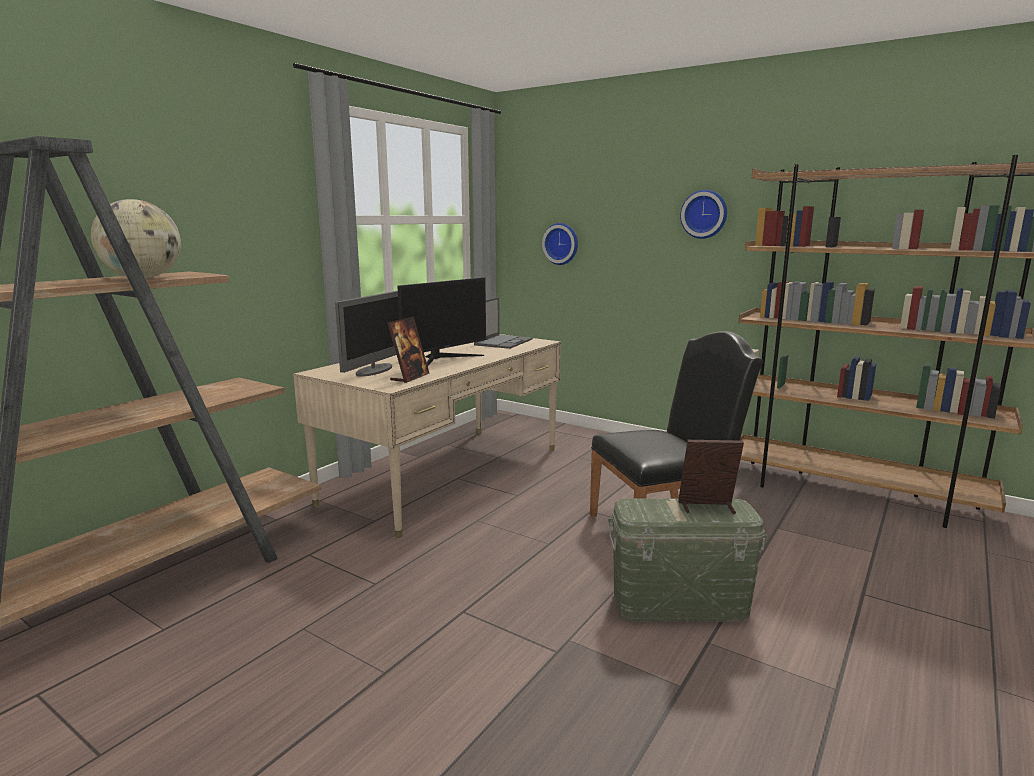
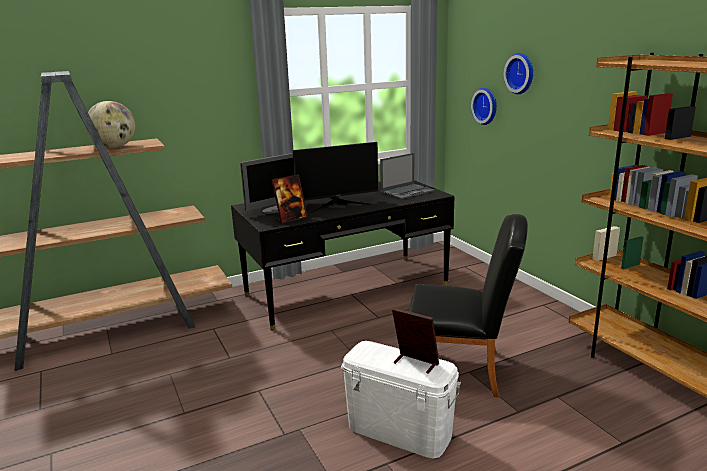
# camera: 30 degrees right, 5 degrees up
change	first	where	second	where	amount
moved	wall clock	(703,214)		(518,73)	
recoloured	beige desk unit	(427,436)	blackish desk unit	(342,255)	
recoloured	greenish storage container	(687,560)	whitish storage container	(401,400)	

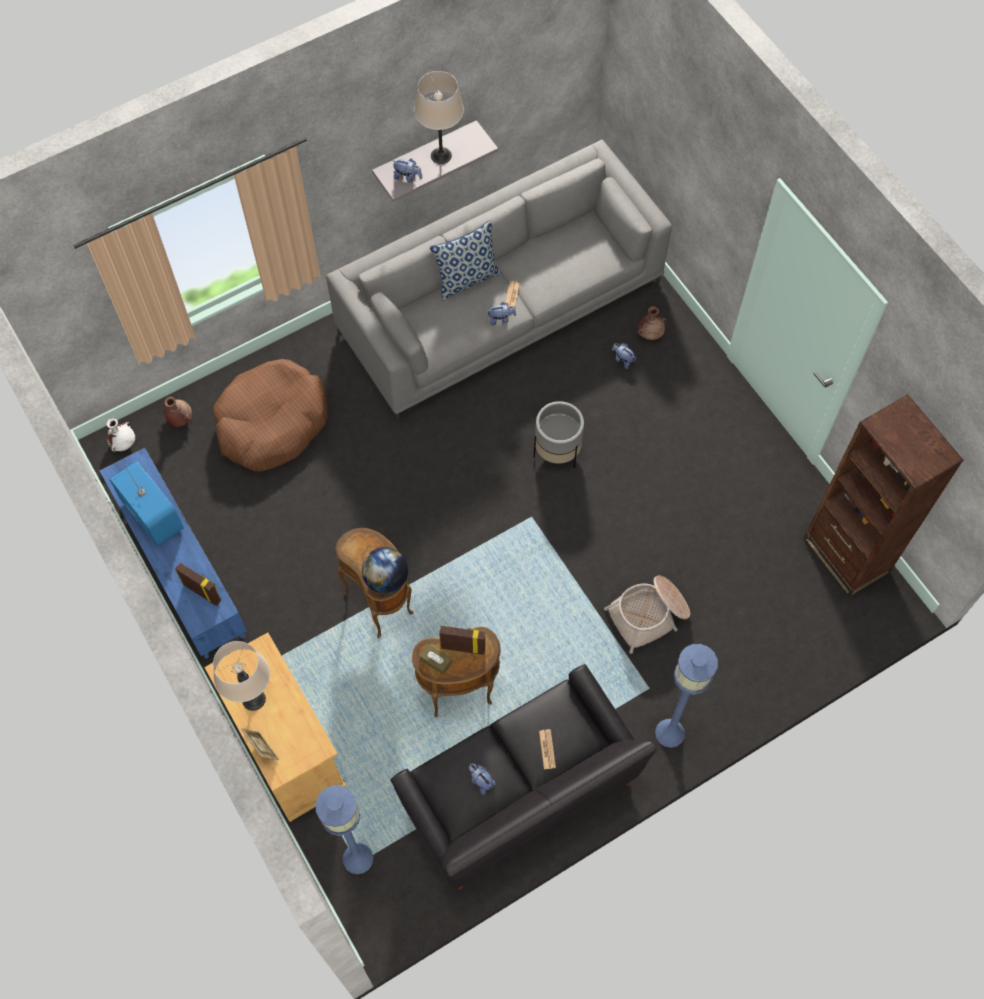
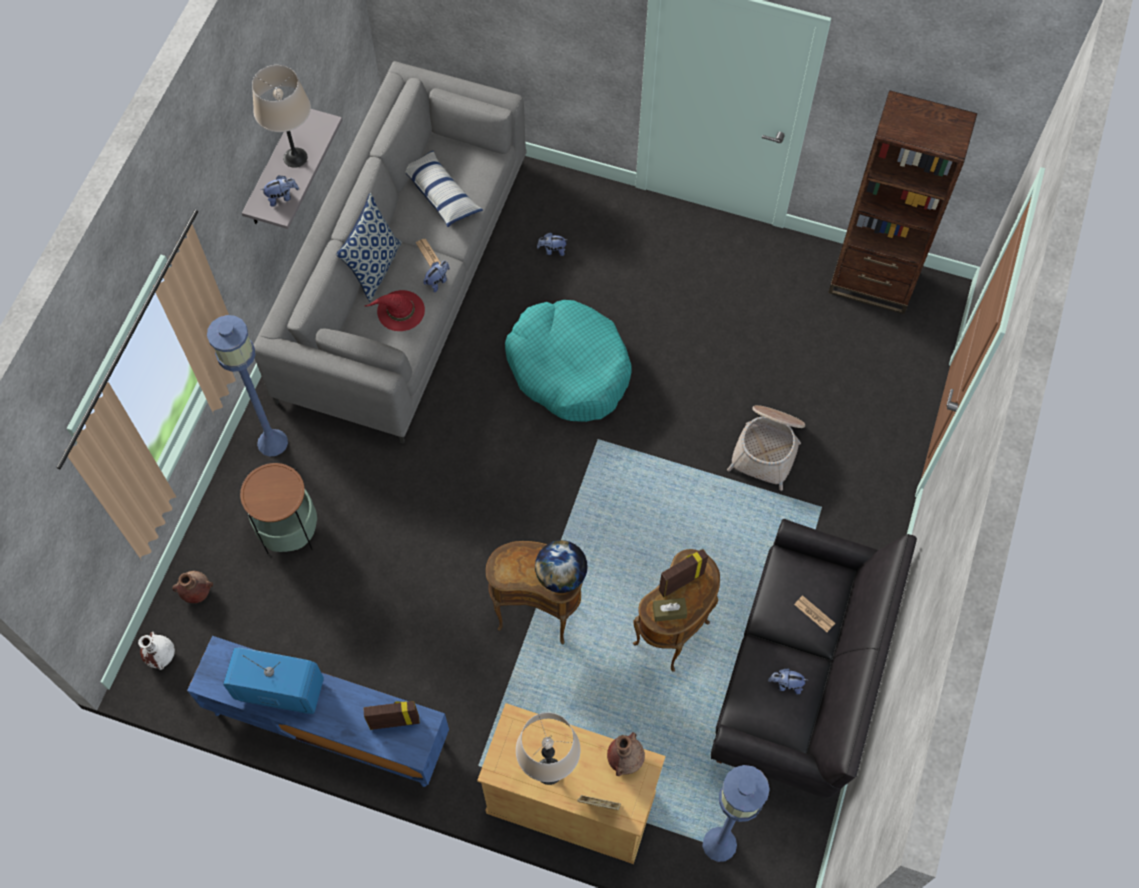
# camera: 40 degrees left, 0 degrees up
change	first	where	second	where	amount
moved	brown decorative vase	(652,323)		(626,754)	
replaced	brown dog cushion	(270,415)	end table	(278,508)	
replaced	grey planter	(559,434)	turquoise-coloured dog cushion	(568,361)	
moved	blue standing lamp	(686,696)		(247,386)	
added			pillow	(444,189)	
added			red wearable hat	(395,310)	

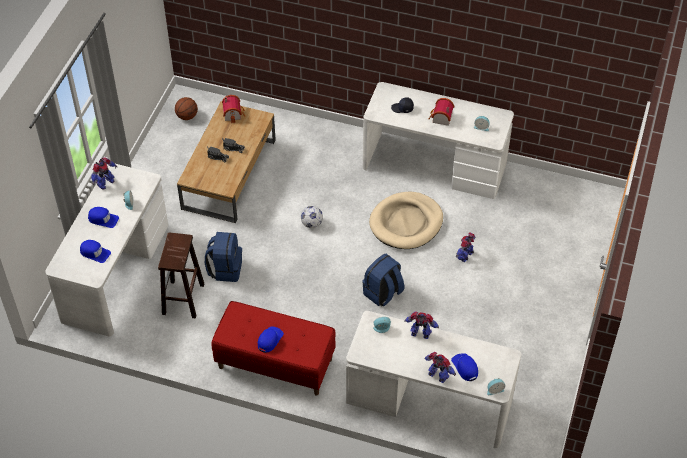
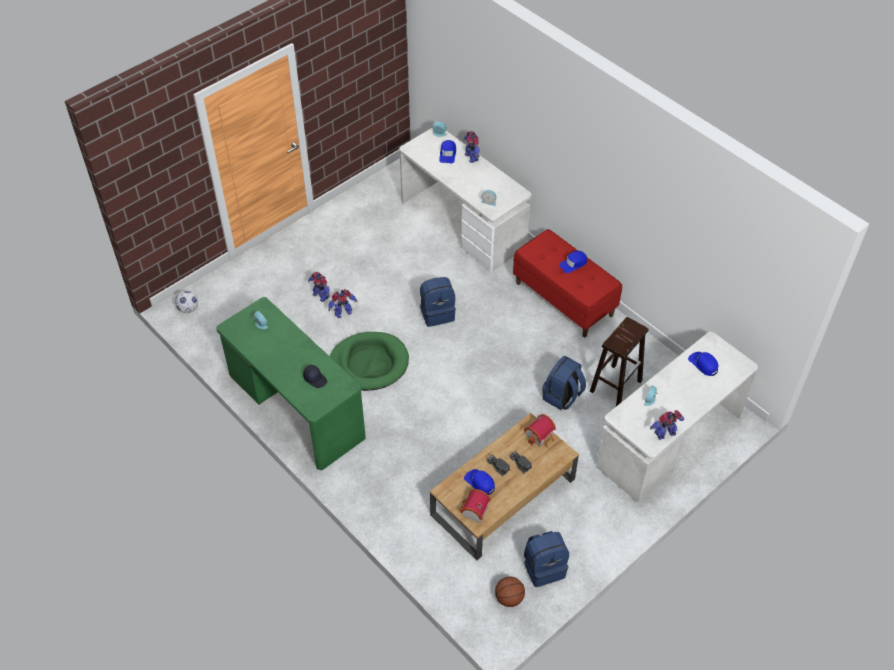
# camera: 150 degrees left, 0 degrees up
change	first	where	second	where	amount
recoloured	whitish desk unit	(438,140)	greenish desk unit	(291,383)	
moved	model house	(441,112)		(540,430)	
recoloured	beige dog cushion	(406,220)	greenish dog cushion	(369,361)	
moved	football	(312,217)		(186,302)	
moved	blue baseball cap	(103,217)		(479,482)	
moved	toy robot	(421,325)		(319,287)	
added			blue knapsack	(546,559)	

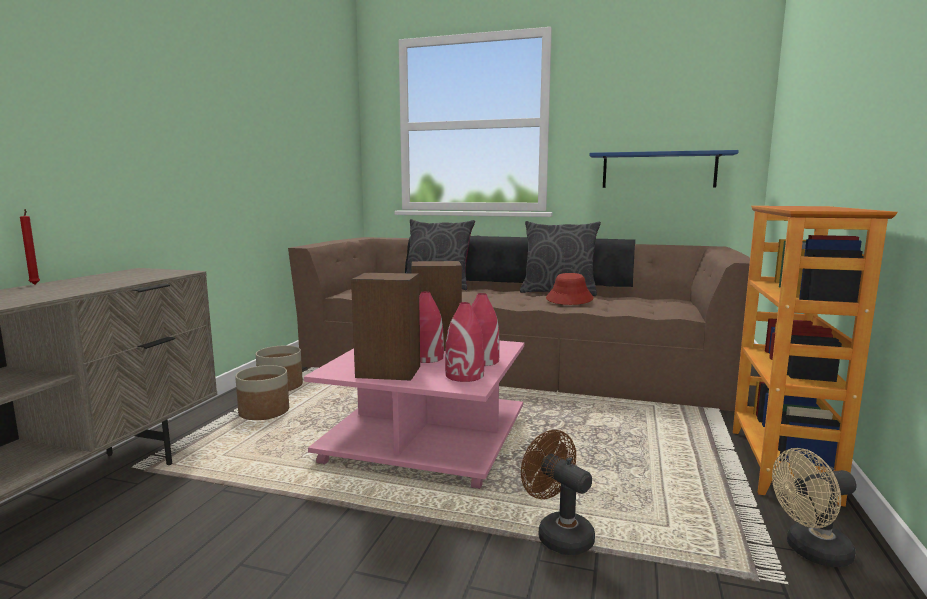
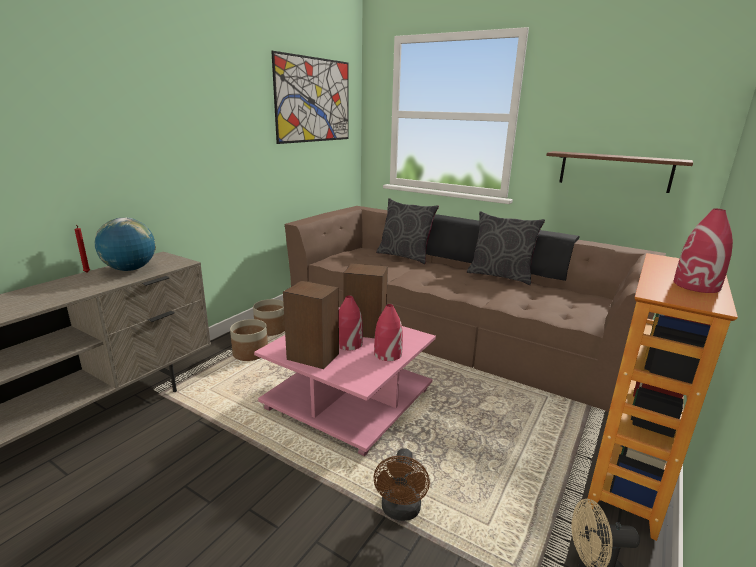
# camera: 15 degrees right, 10 degrees up
change	first	where	second	where	amount
recoloured	blue shelf	(664,169)	brown shelf	(620,172)	
removed	red wearable hat	(570,289)			
moved	red decorative vase	(464,342)		(703,251)	
turned	brown electric fan	(558,492)		(402,484)	150 degrees counterclockwise
added			picture	(310,97)	
added			desk globe	(125,244)	

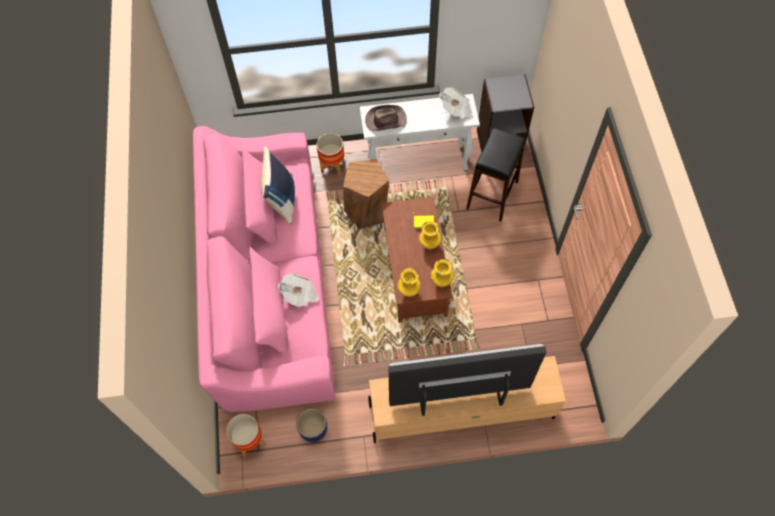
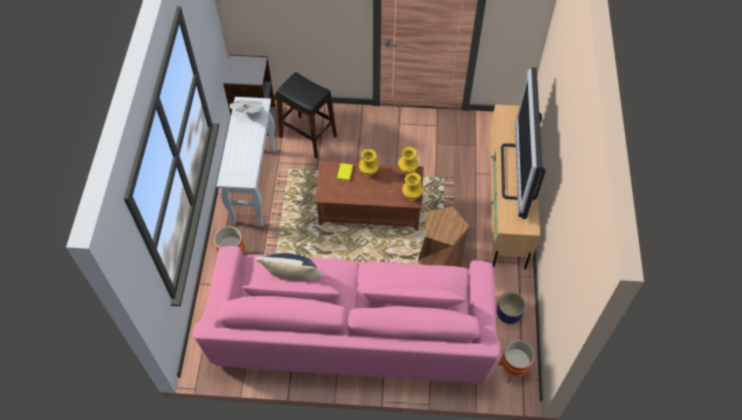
# camera: 80 degrees left, 5 degrees down
change	first	where	second	where	amount
removed	brown wearable hat	(386,118)			
moved	brown sitting stool	(366,194)		(443,236)	
removed	newspaper	(298,290)			

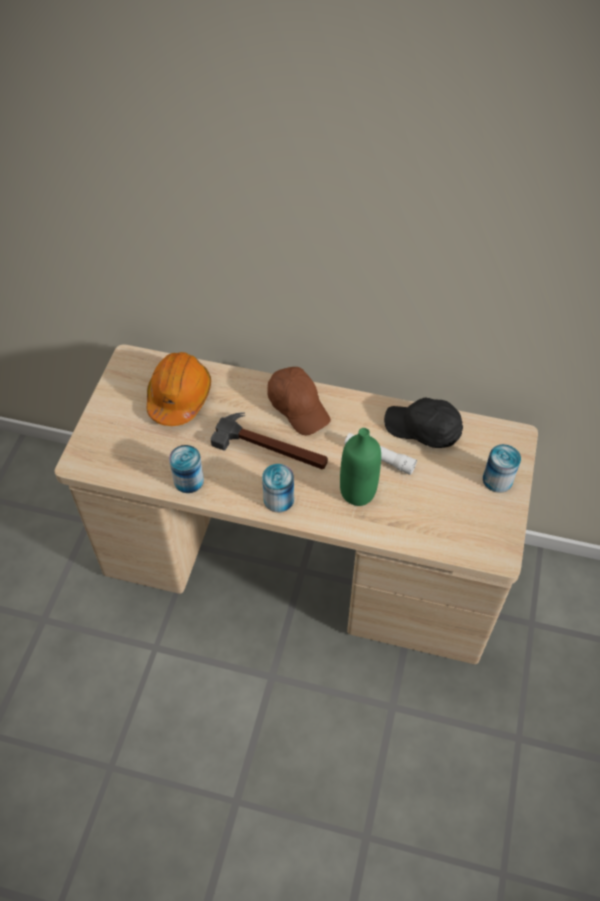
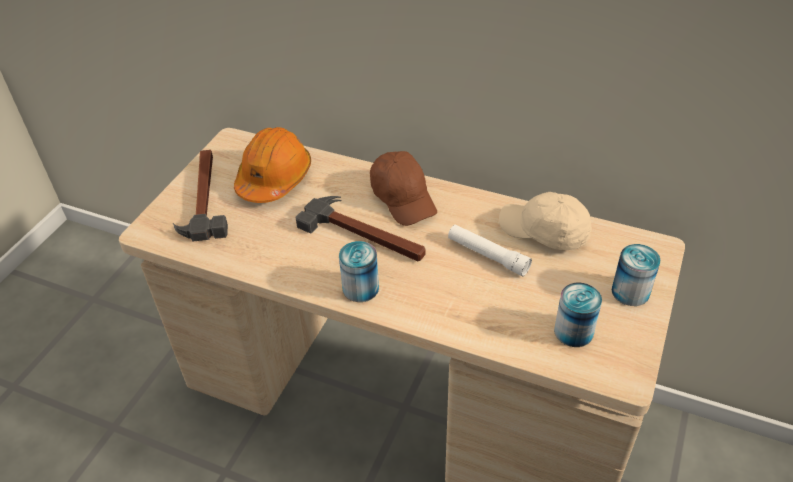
# camera: 10 degrees right, 10 degrees down
change	first	where	second	where	amount
recoloured	blackish baseball cap	(423,422)	beige baseball cap	(545,221)	
removed	greenish bottle	(360,467)			
moved	can	(186,469)		(578,315)	
added			tool hammer	(200,196)	

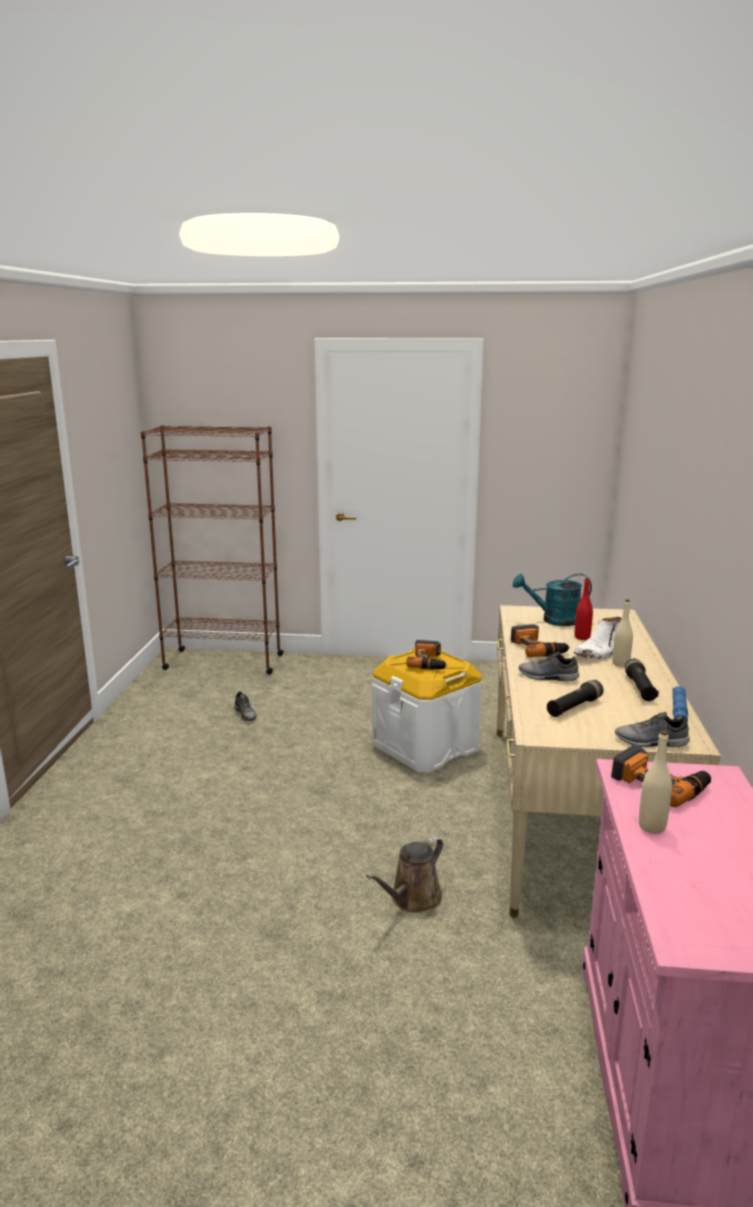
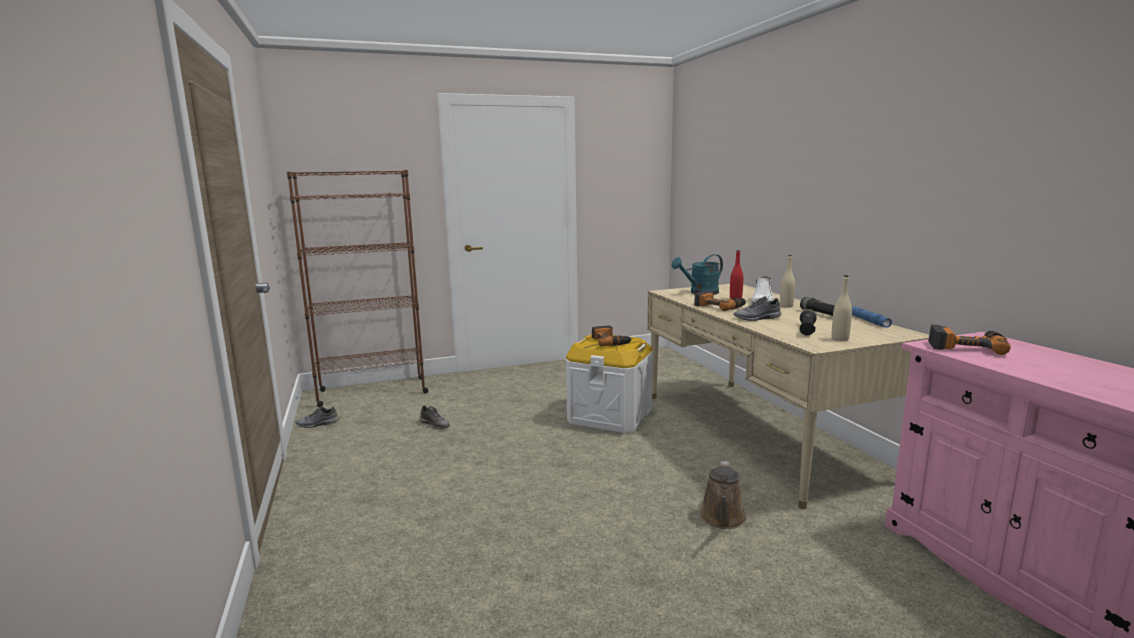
# camera: 25 degrees left, 5 degrees down
change	first	where	second	where	amount
moved	grey shoe	(652,729)		(317,417)	
moved	beige bottle	(655,782)		(842,308)	

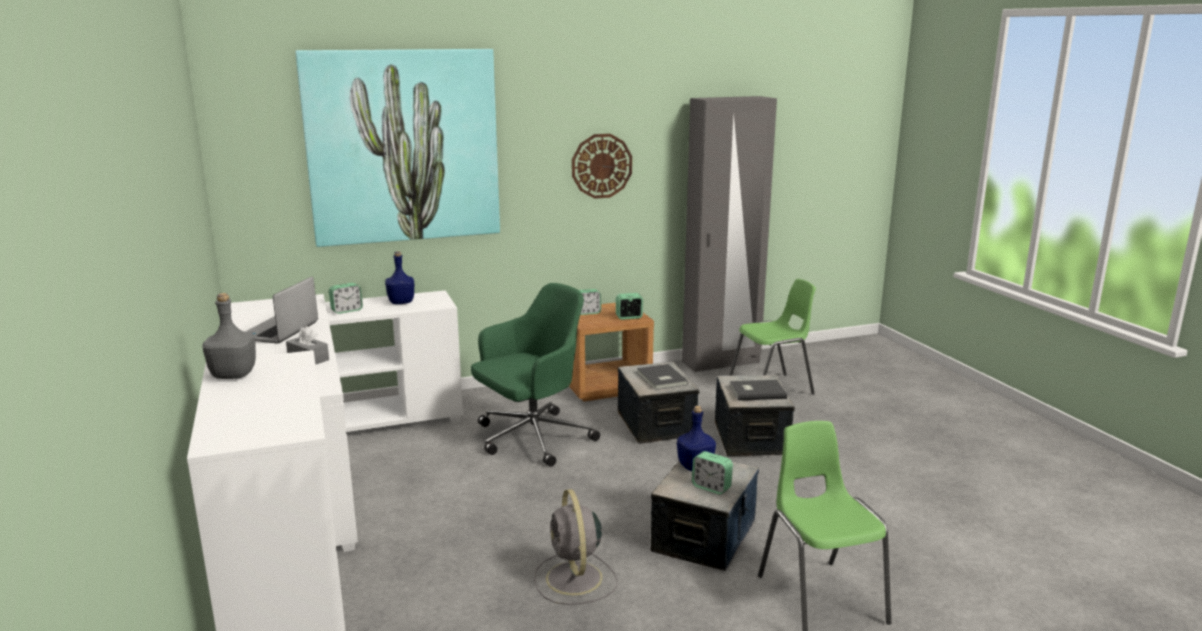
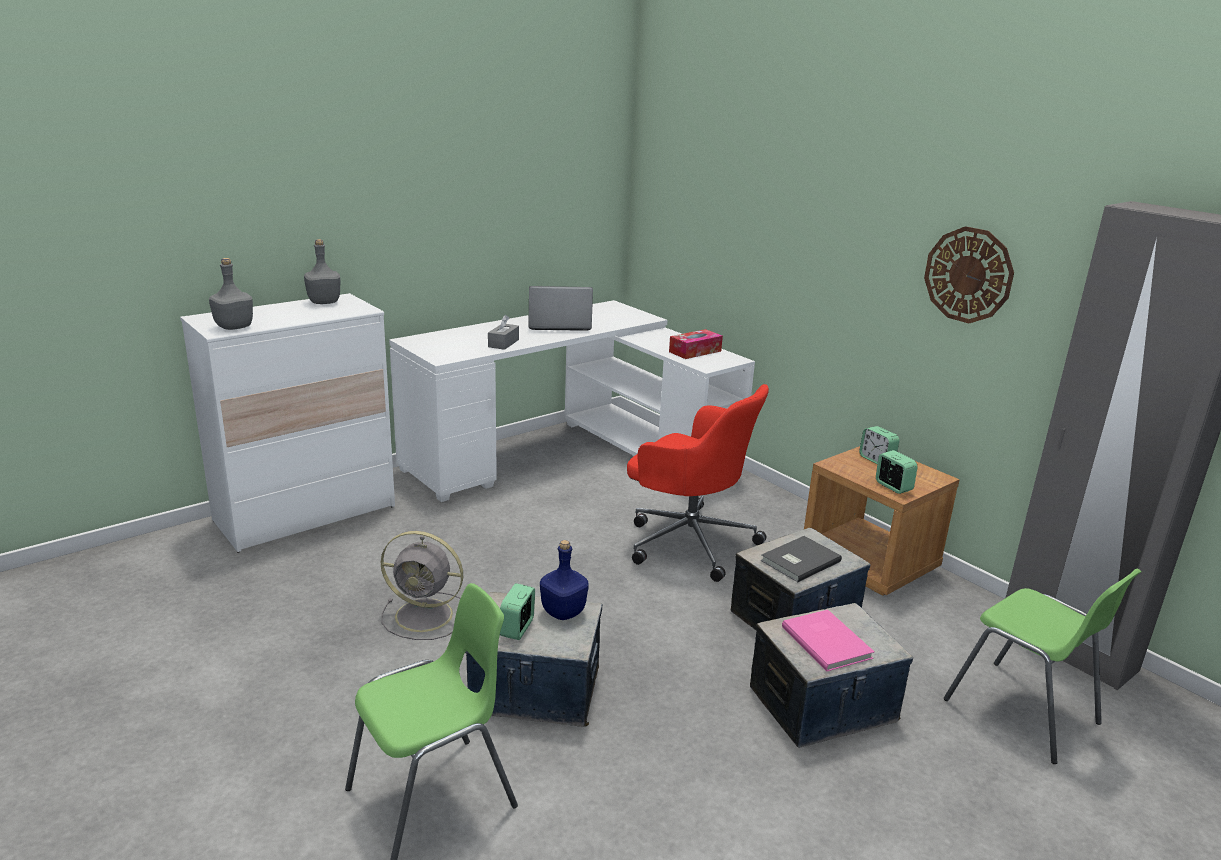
# camera: 70 degrees right, 5 degrees up
change	first	where	second	where	amount
removed	picture	(397,148)			
replaced	blue bottle	(399,277)	box of tissues	(696,344)	
removed	table clock	(346,298)			
recoloured	greenish desk chair	(535,375)	red desk chair	(698,483)	
recoloured	grey volume	(758,390)	pinkish volume	(828,640)	
turned	grey electric fan	(576,547)		(422,585)	135 degrees counterclockwise
added			grey bottle	(231,294)	

